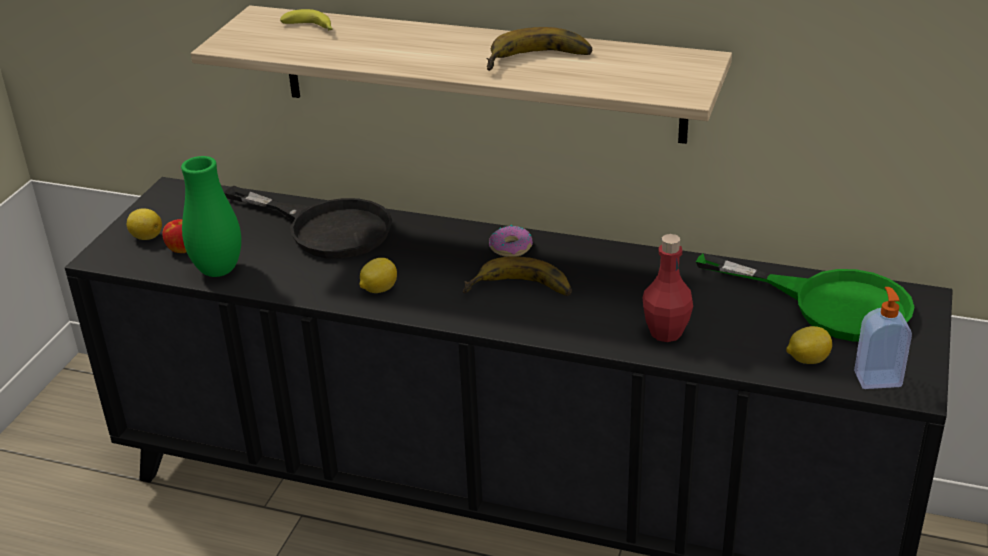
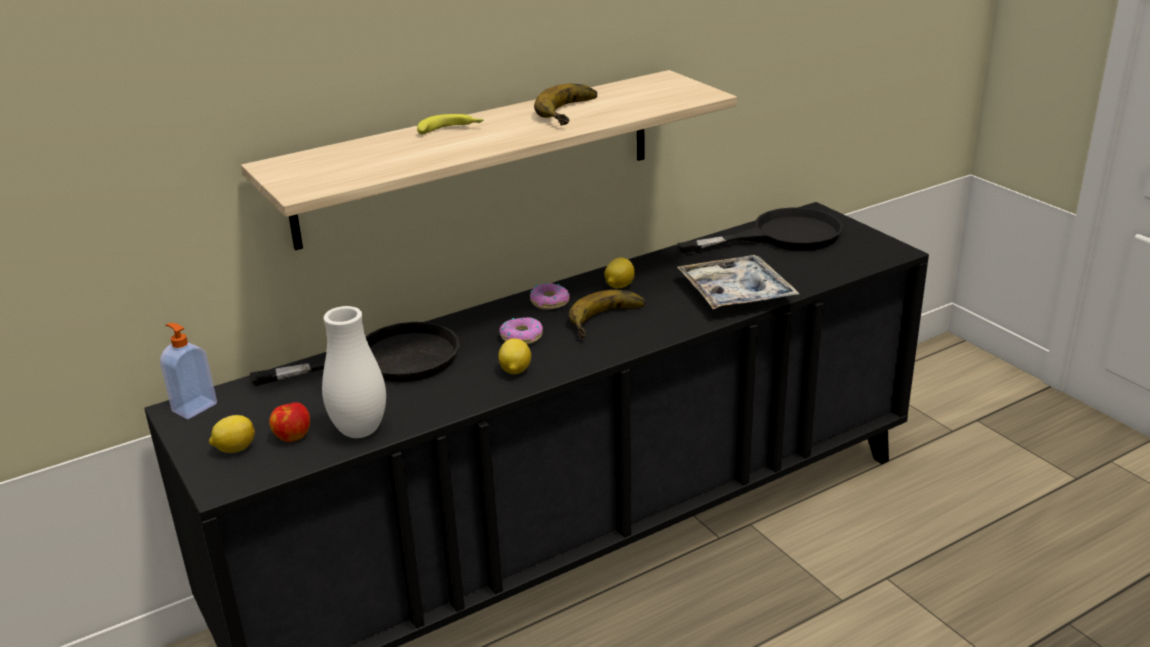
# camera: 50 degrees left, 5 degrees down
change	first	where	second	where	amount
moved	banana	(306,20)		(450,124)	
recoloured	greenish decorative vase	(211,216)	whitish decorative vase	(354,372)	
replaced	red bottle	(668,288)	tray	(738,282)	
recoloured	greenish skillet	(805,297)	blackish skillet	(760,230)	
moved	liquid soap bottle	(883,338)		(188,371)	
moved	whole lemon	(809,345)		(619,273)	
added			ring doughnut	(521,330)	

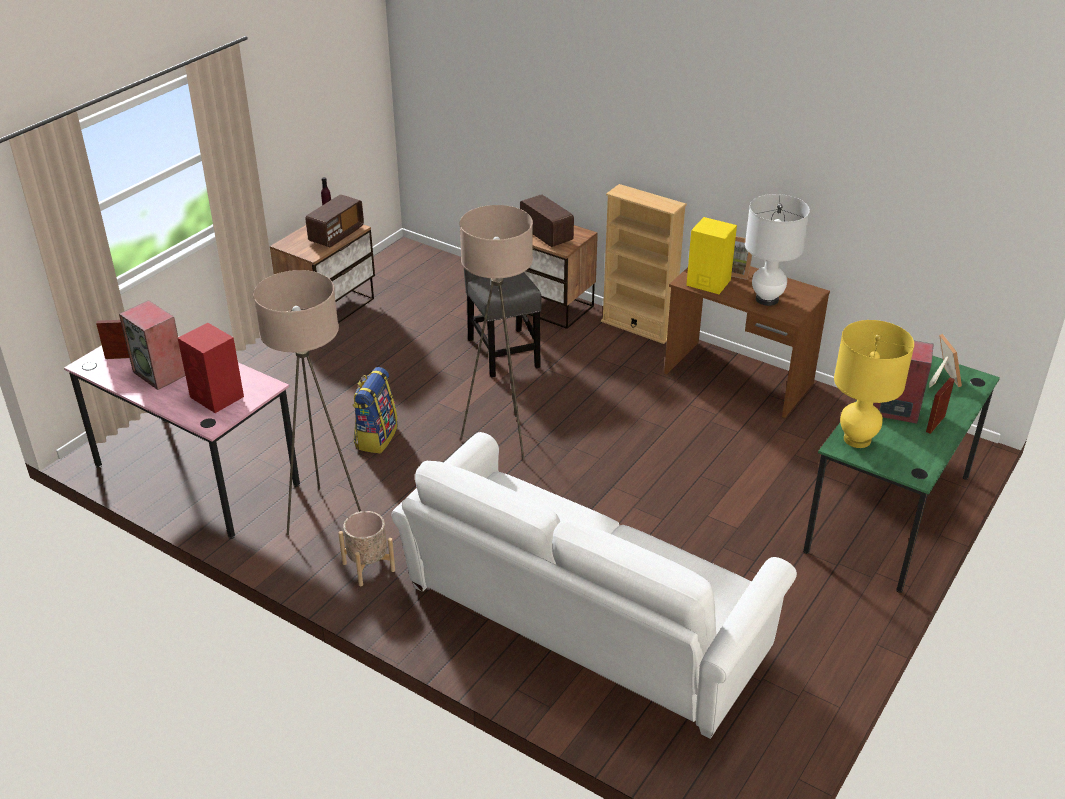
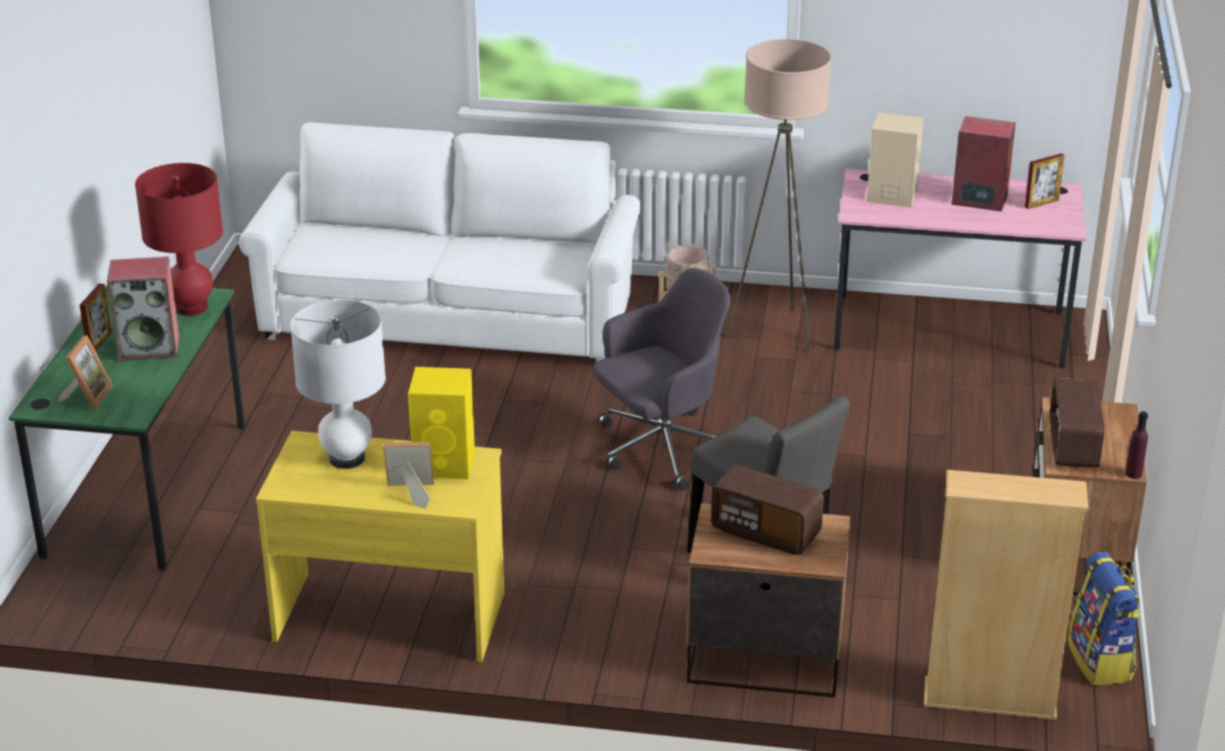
# camera: 155 degrees right, 5 degrees down
change	first	where	second	where	amount
moved	beige bookcase	(644,264)		(1006,595)	
replaced	beige standing lamp	(496,332)	grey desk chair	(662,379)	
recoloured	brown desk unit	(747,342)	yellowish desk unit	(380,546)	
recoloured	yellowish tabletop lamp	(874,384)	red tabletop lamp	(179,239)	
recoloured	red loudspeaker	(211,368)	beige loudspeaker	(895,160)	
turned	photo frame	(945,361)		(85,372)	135 degrees counterclockwise
moved	knapsack	(375,410)		(1104,618)	

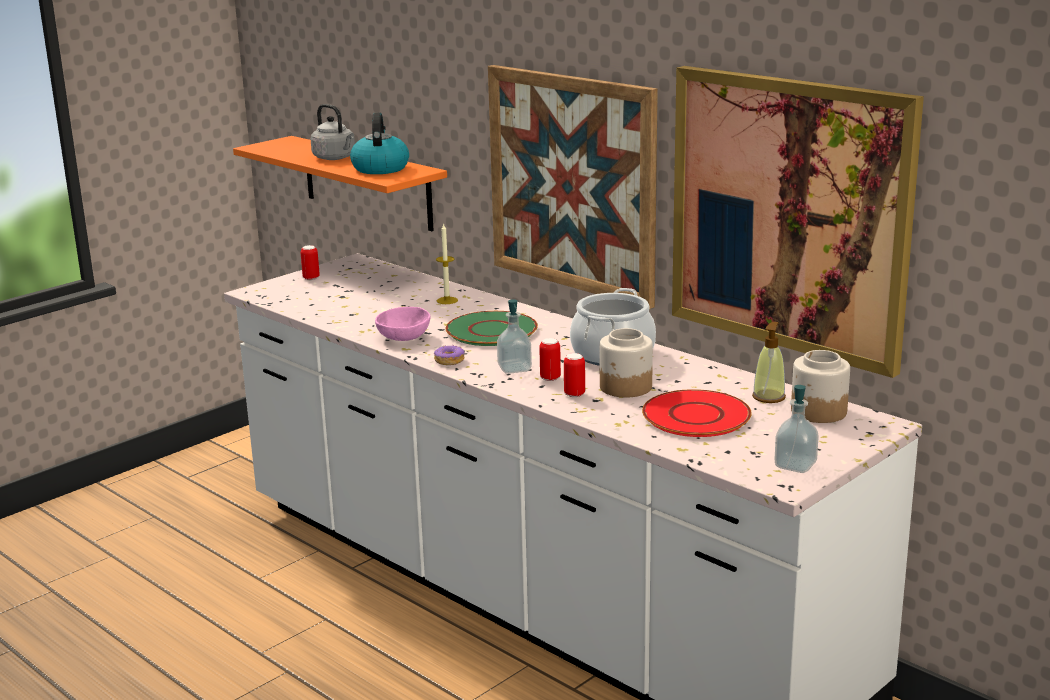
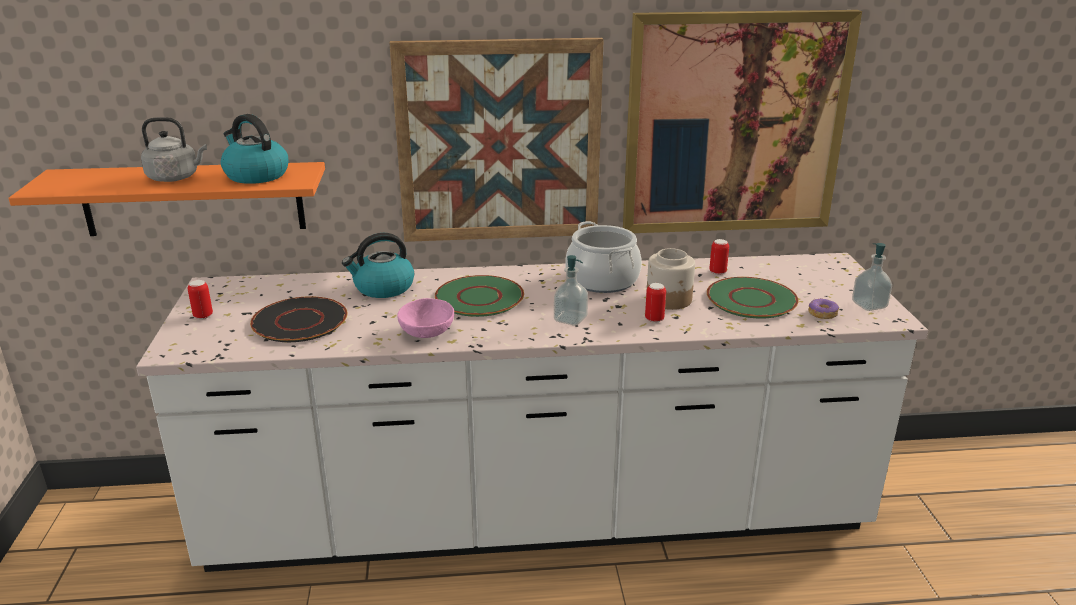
# camera: 50 degrees left, 5 degrees up
change	first	where	second	where	amount
replaced	candle	(447,263)	tea kettle	(378,265)	
removed	liquid soap bottle	(769,362)			
moved	can	(550,359)		(719,257)	
moved	ring doughnut	(449,355)		(823,308)	
removed	jar	(820,386)			
recoloured	red flat dish	(697,413)	greenish flat dish	(753,298)	
added			blackish flat dish	(298,319)	

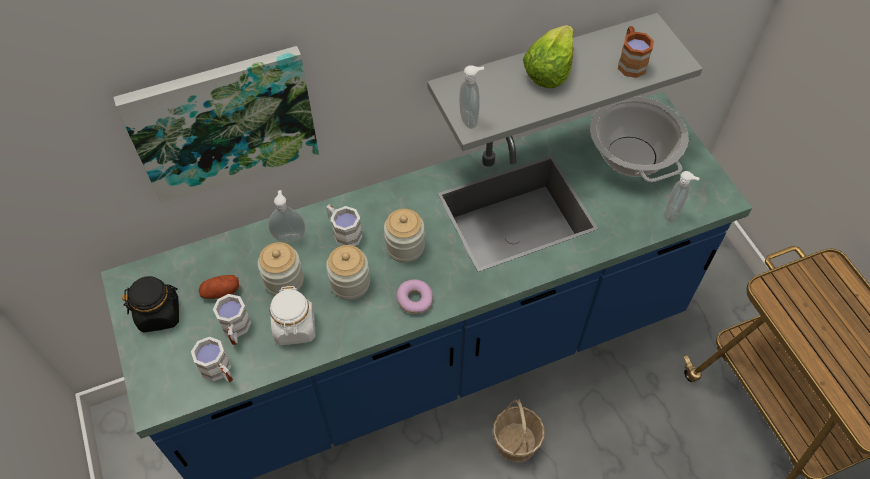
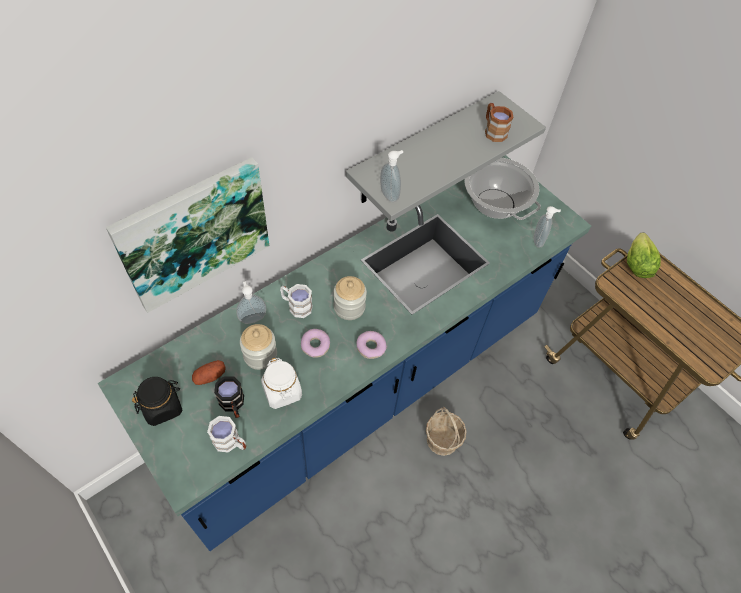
# camera: 20 degrees left, 0 degrees up
change	first	where	second	where	amount
moved	head of lettuce	(548,56)		(644,255)	
replaced	jar	(348,272)	ring doughnut	(315,343)	
recoloured	whitish mug	(232,319)	blackish mug	(229,397)	

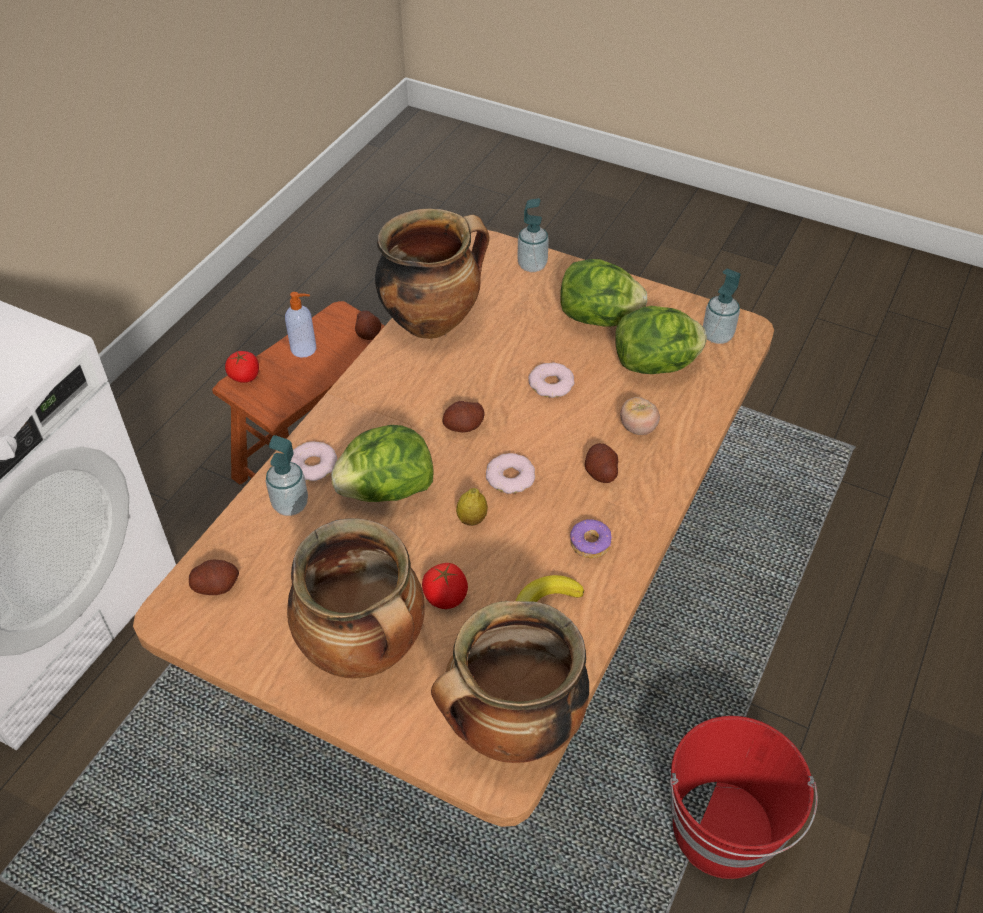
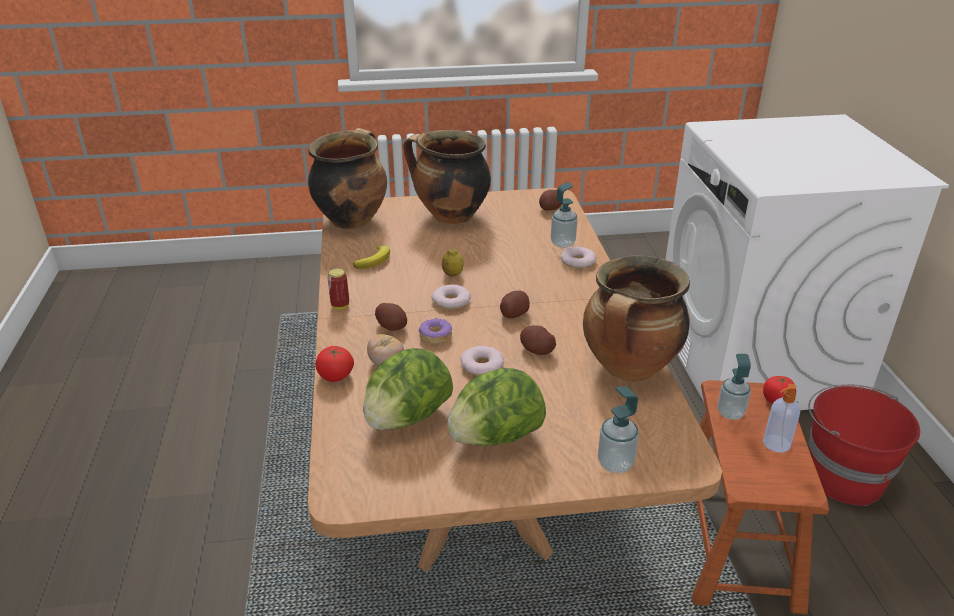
# camera: 145 degrees right, 15 degrees down
change	first	where	second	where	amount
moved	liquid soap bottle	(721,306)		(734,387)	
moved	whole potato	(368,325)		(538,340)	
removed	head of lettuce	(382,463)			
moved	ring doughnut	(591,538)		(435,331)	
moved	tomato	(445,586)		(334,364)	
moved	red water bucket	(744,797)		(864,445)	
added			can	(338,288)	

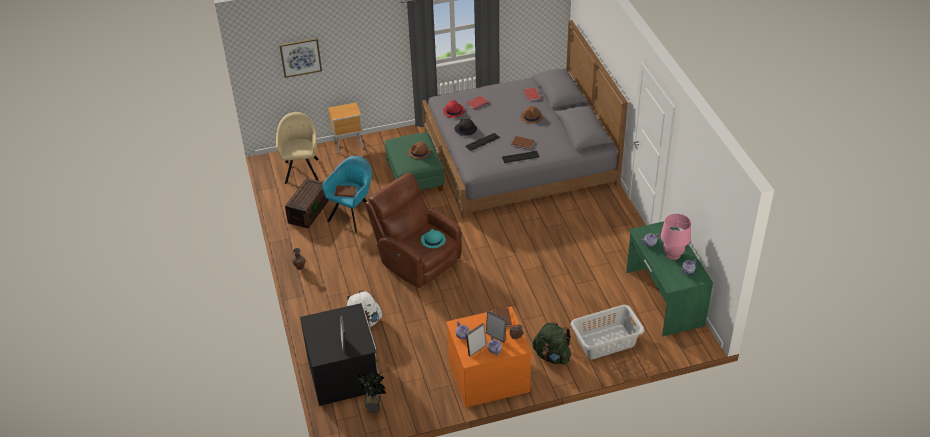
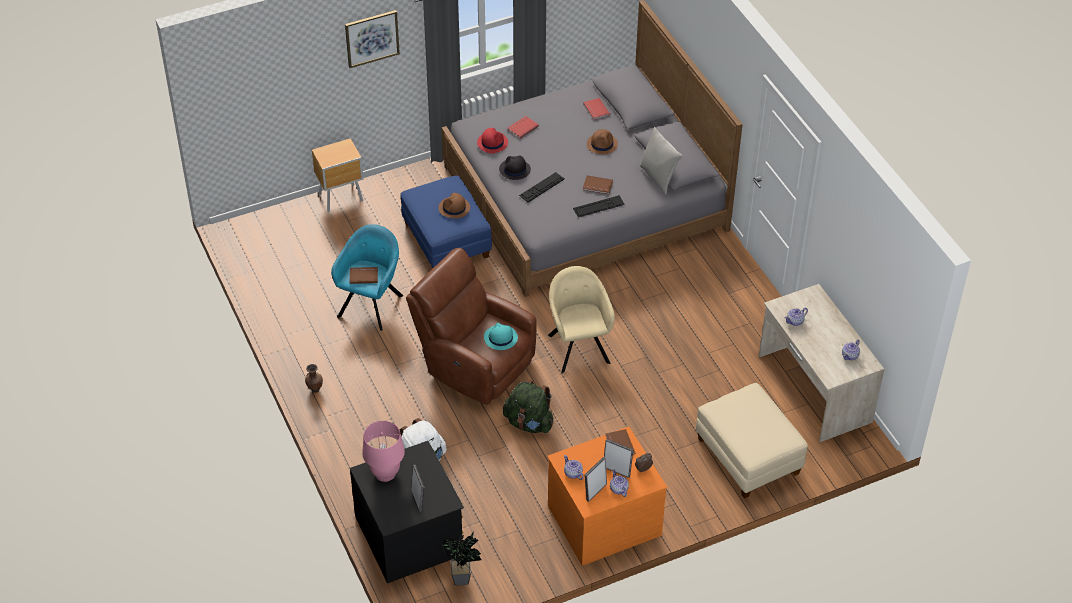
# camera: 10 degrees left, 5 degrees up
change	first	where	second	where	amount
moved	picture	(300,58)		(372,39)	
moved	beige easy chair	(297,148)		(581,319)	
recoloured	greenish ottoman	(415,161)	blue ottoman	(446,222)	
removed	brown storage container	(307,203)			
moved	pinkish tabletop lamp	(676,237)		(383,451)	
recoloured	greenish desk unit	(669,278)	beige desk unit	(821,363)	
replaced	grey washing basket	(607,332)	beige ottoman	(752,441)	
moved	greenish knapsack	(552,343)		(528,406)	
added			grey pillow	(661,160)	

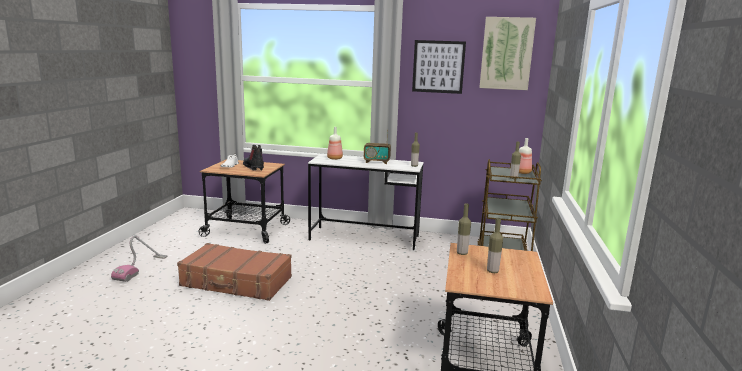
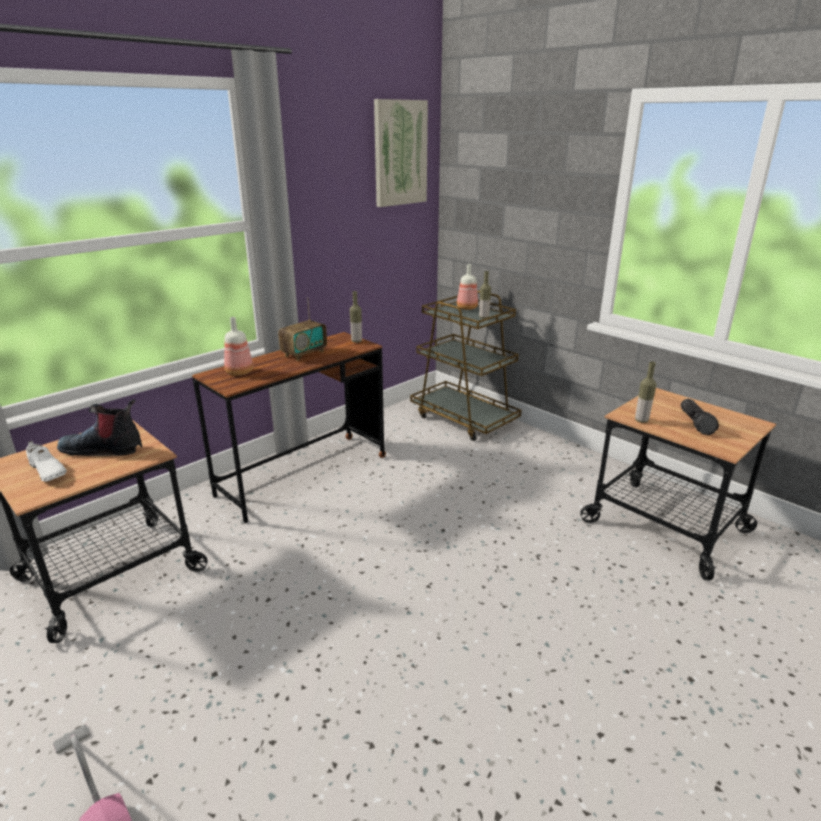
# camera: 55 degrees left, 10 degrees up
change	first	where	second	where	amount
removed	picture	(439,67)			
recoloured	whitish desk unit	(365,203)	brown desk unit	(289,427)	
replaced	bottle	(495,245)	hand torch	(700,417)	
removed	brown travel case	(234,272)			

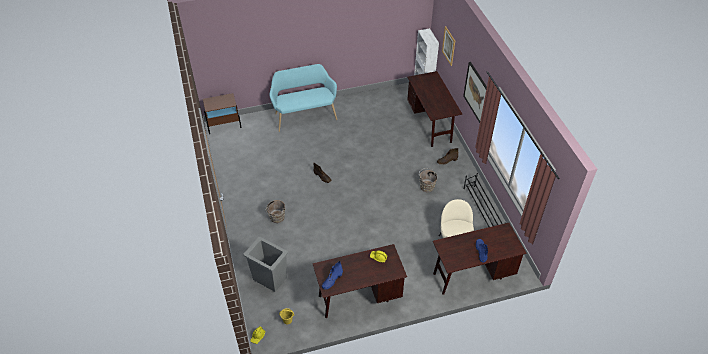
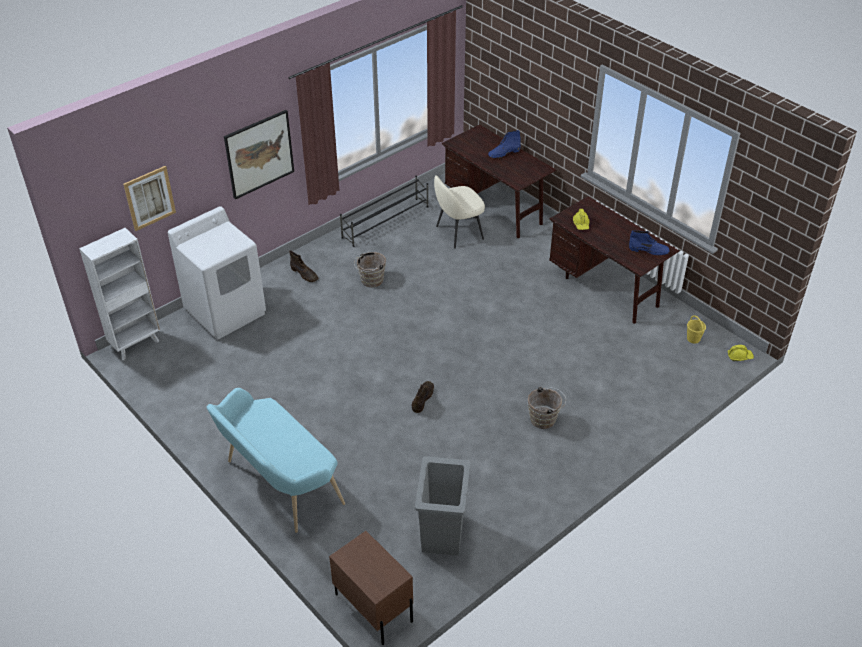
# camera: 115 degrees left, 5 degrees down
change	first	where	second	where	amount
replaced	brown desk unit	(434,109)	whitish washing machine	(217,272)	
moved	grey waste bin	(265,264)		(442,506)	

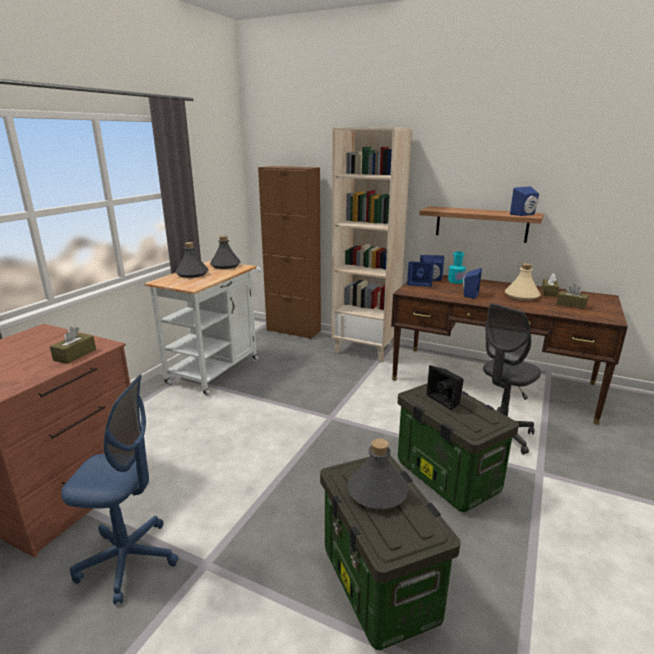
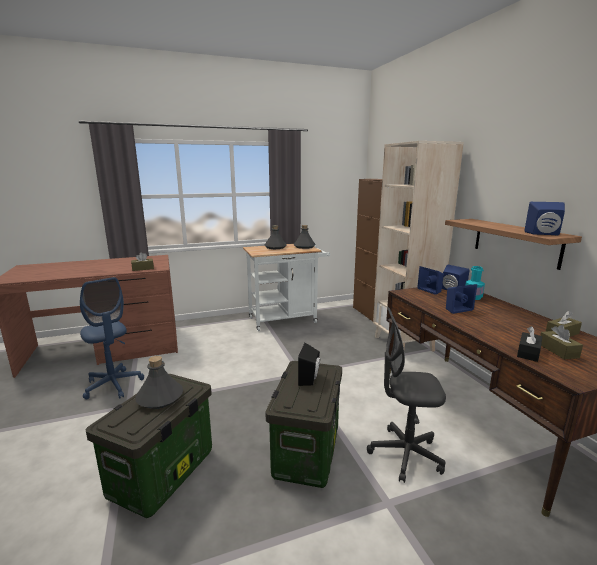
# camera: 45 degrees right, 5 degrees down
change	first	where	second	where	amount
removed	beige bottle	(523,282)			
added			blackish box of tissues	(529,344)	

